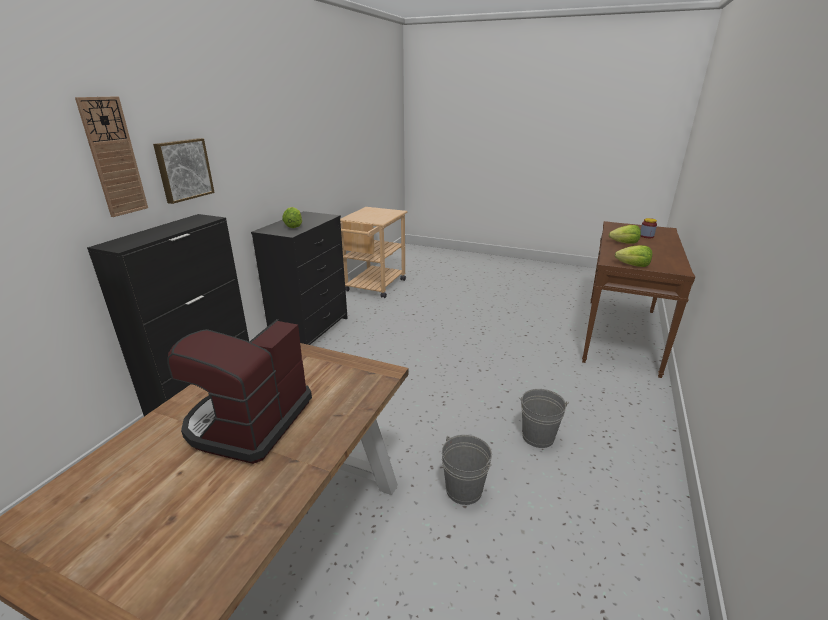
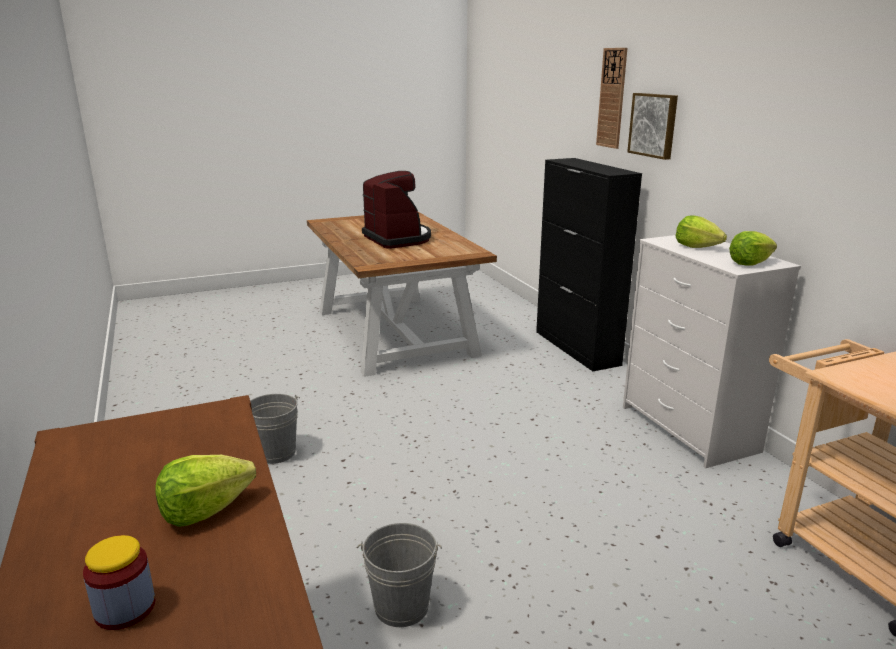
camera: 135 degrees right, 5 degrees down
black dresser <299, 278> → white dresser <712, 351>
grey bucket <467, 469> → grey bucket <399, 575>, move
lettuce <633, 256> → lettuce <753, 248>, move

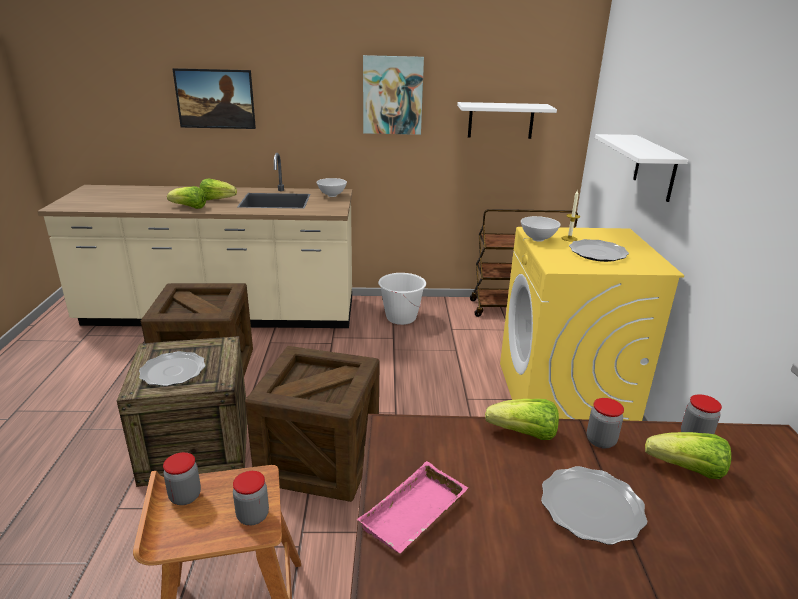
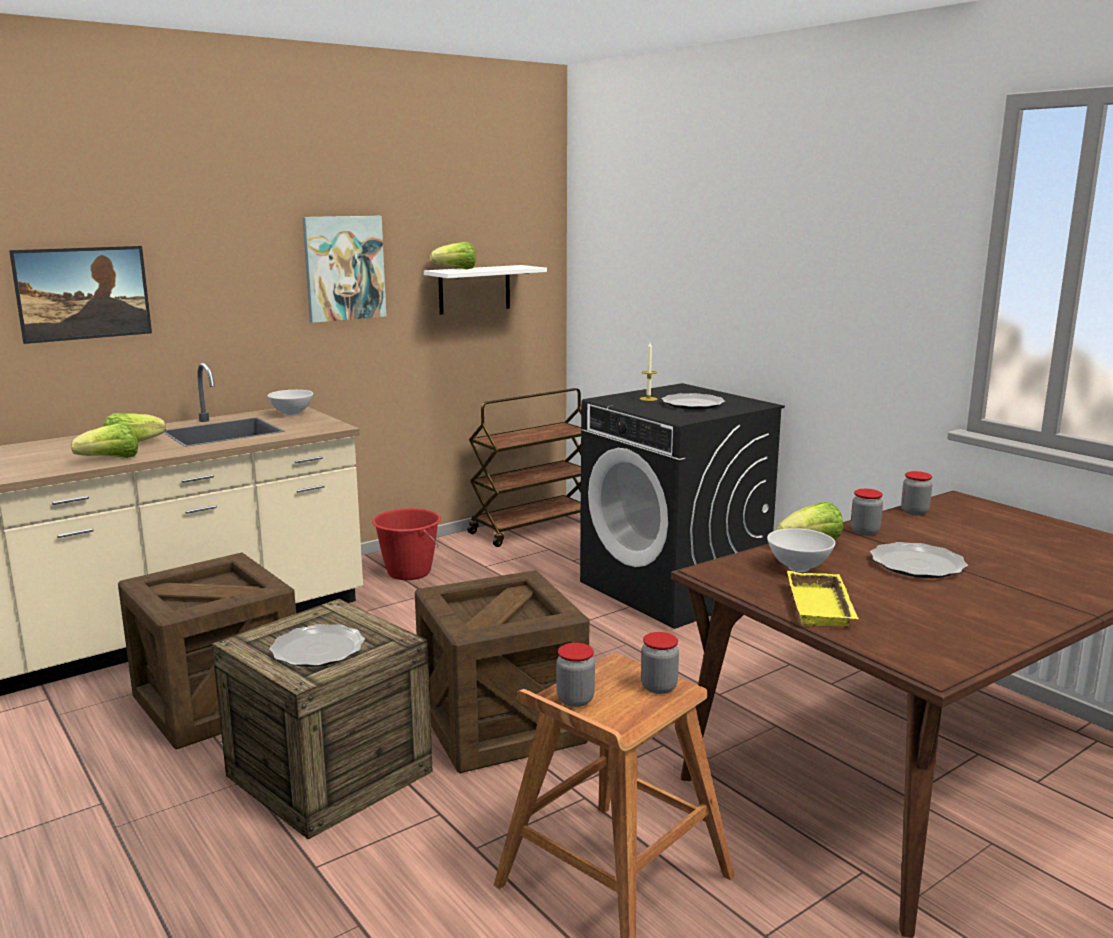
camera: 35 degrees left, 10 degrees down
pink tray <412, 507> → yellow tray <822, 598>
white bucket <402, 299> → red bucket <406, 544>
yellow washing machine <592, 324> → black washing machine <682, 506>
white bowl <540, 229> → white bowl <801, 550>, move
white shelf <641, 168> → -
lettuce <688, 455> → lettuce <453, 255>, move

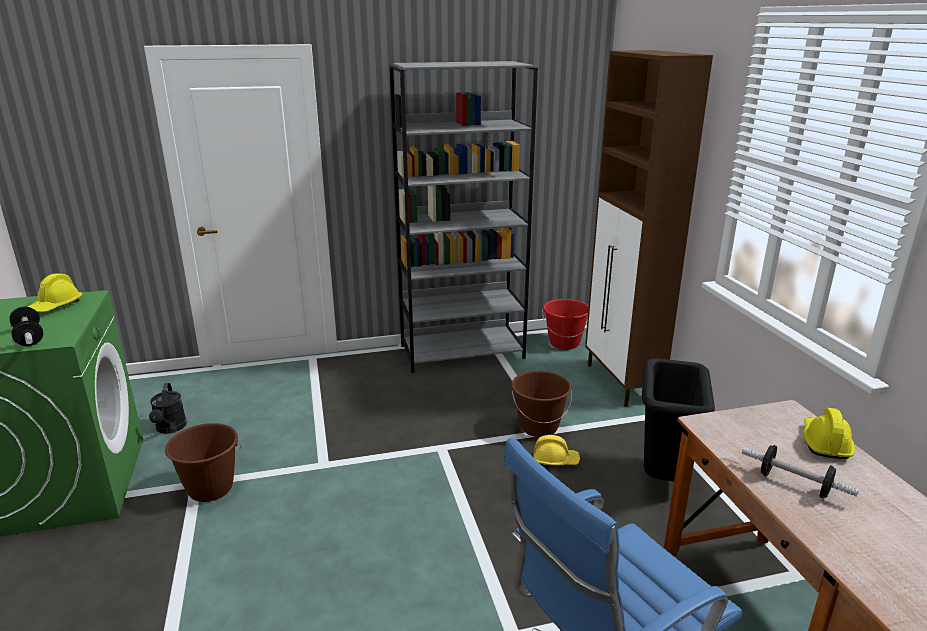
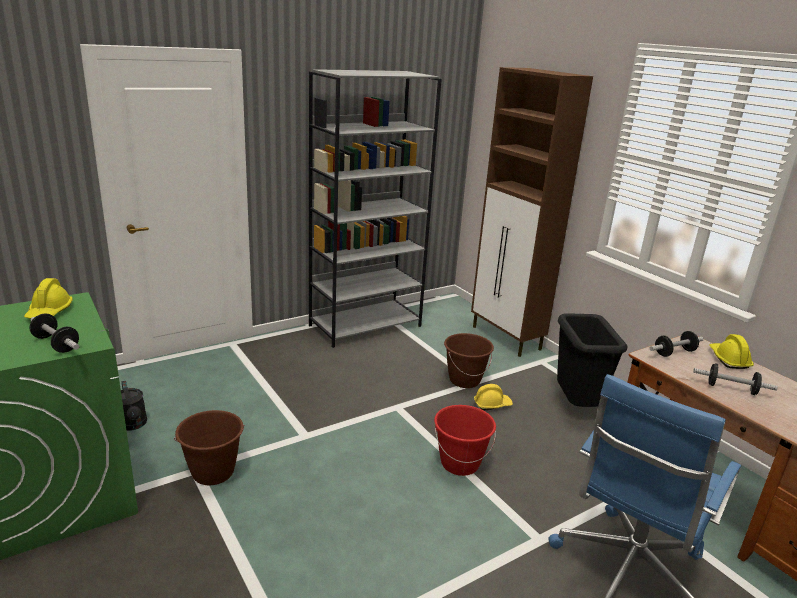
camera: 20 degrees left, 0 degrees up
red bucket <565, 324> → red bucket <465, 440>, move
- → dumbbell <676, 344>

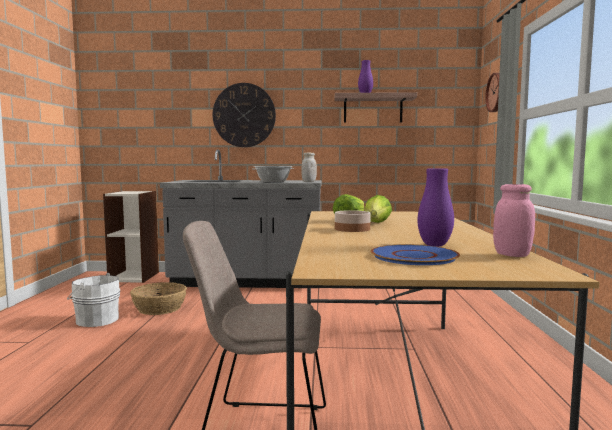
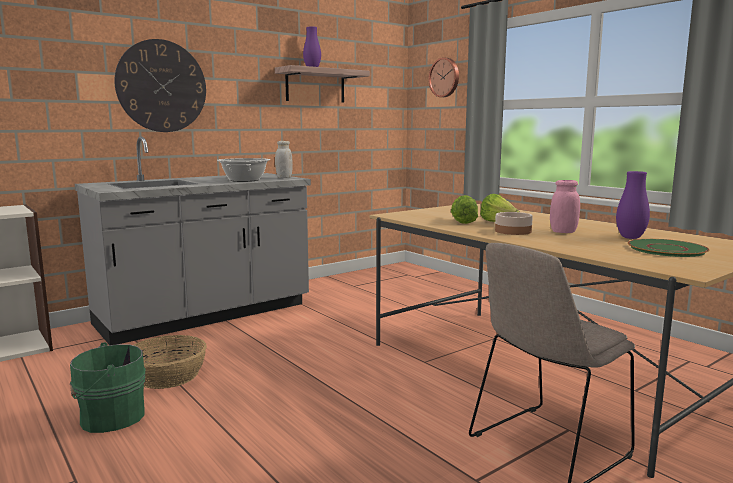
camera: 40 degrees left, 5 degrees up
white bucket <93, 300> → green bucket <107, 387>
blue plate <415, 254> → green plate <669, 248>
pink jar <514, 220> → pink jar <565, 206>, move

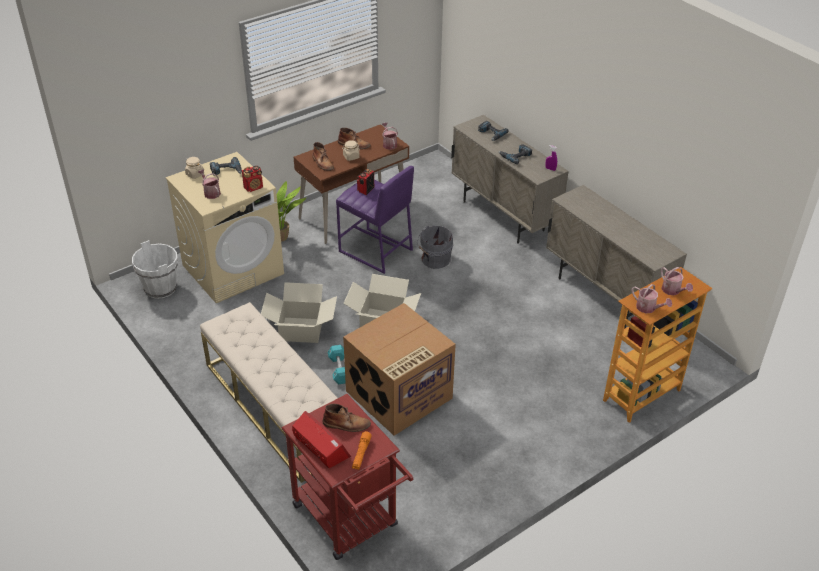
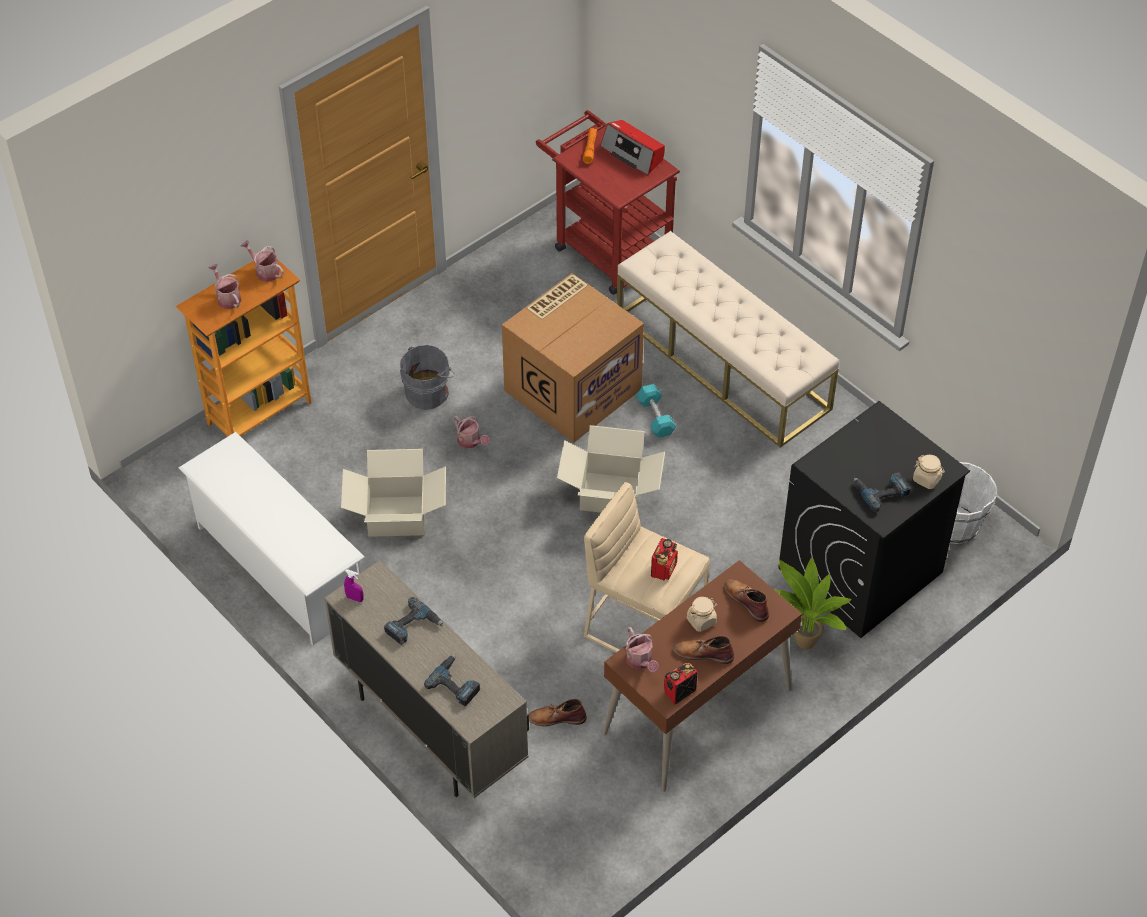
camera: 175 degrees right, 10 degrees up
beige washing machine <225, 227> → black washing machine <874, 519>
watering can <209, 184> → watering can <471, 432>, move
radio <252, 179> → radio <681, 683>, move
cardboard box <299, 312> → cardboard box <393, 493>, move
brown boot <347, 418> → brown boot <558, 712>, move
purple stool <375, 220> → beige stool <647, 567>
grey bucket <435, 247> → grey bucket <427, 377>, move
beige cabinet <616, 257> → white shoe rack <272, 538>

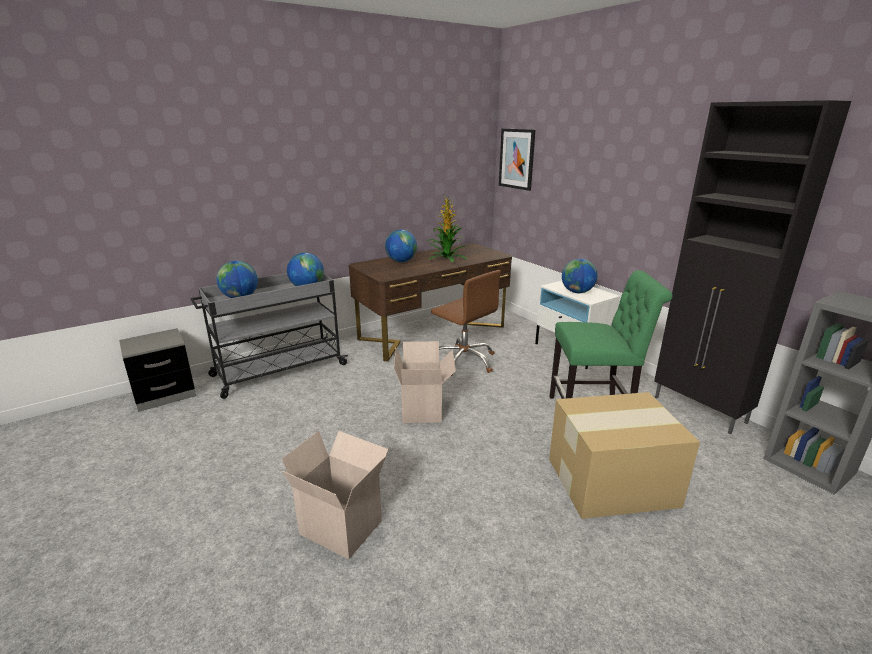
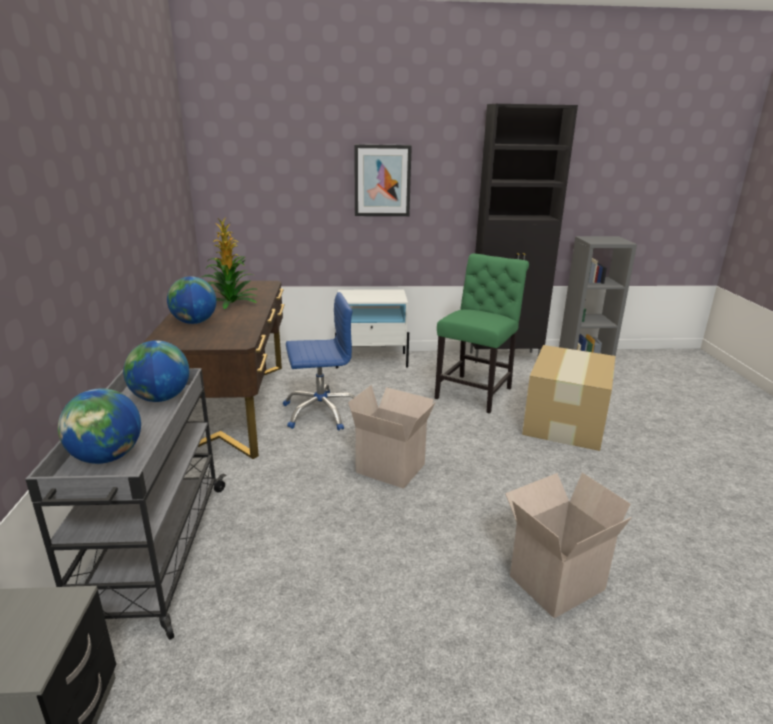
camera: 60 degrees left, 0 degrees up
brown office chair <466, 323> → blue office chair <319, 361>
picture <517, 160> → picture <383, 180>, move
globe <580, 276> → -

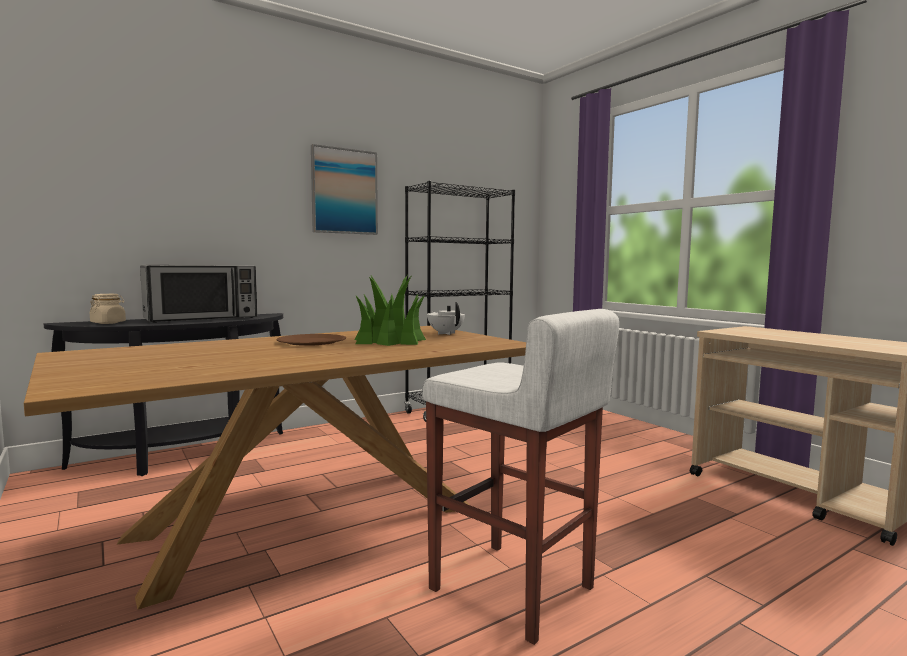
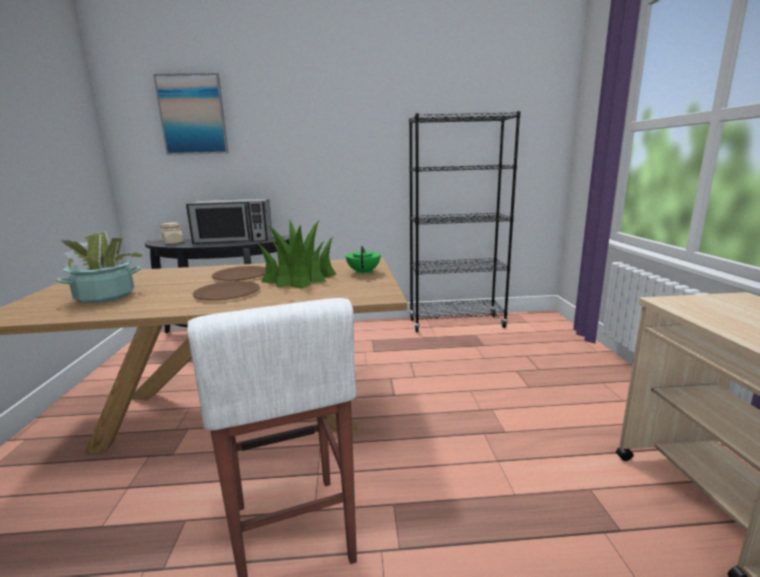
camera: 30 degrees right, 10 degrees up
picture <344, 189> → picture <191, 114>, move
white teapot <446, 318> → green teapot <363, 260>
- → potted plant <100, 268>
- → brown plate <226, 290>

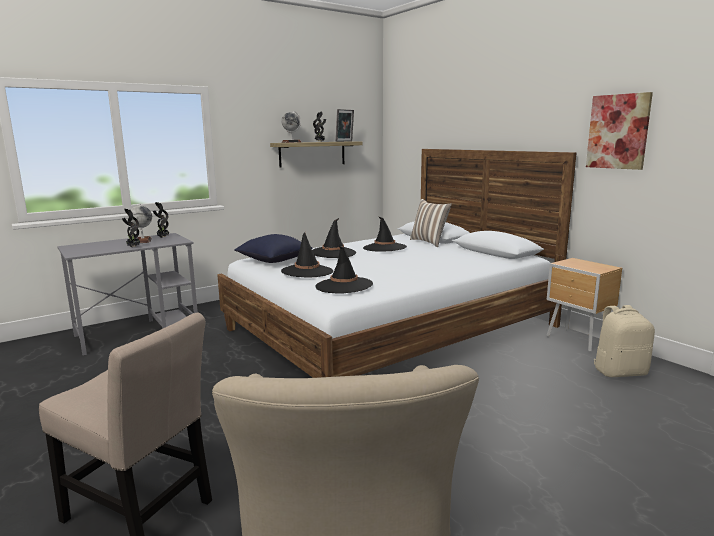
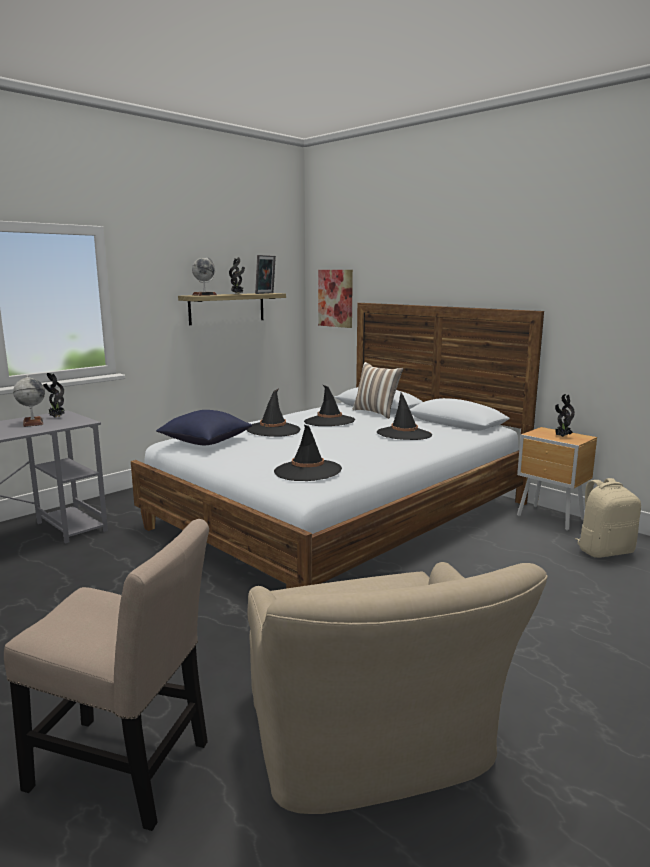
camera: 10 degrees left, 0 degrees up
potted plant <131, 228> → potted plant <565, 415>, move
black hat <307, 255> → black hat <404, 416>, move
picture <619, 131> → picture <335, 299>, move

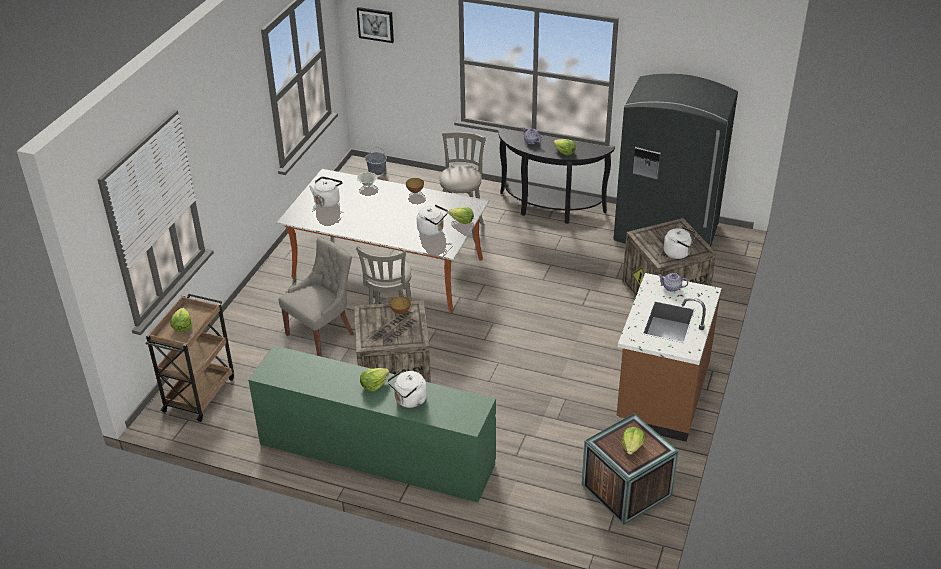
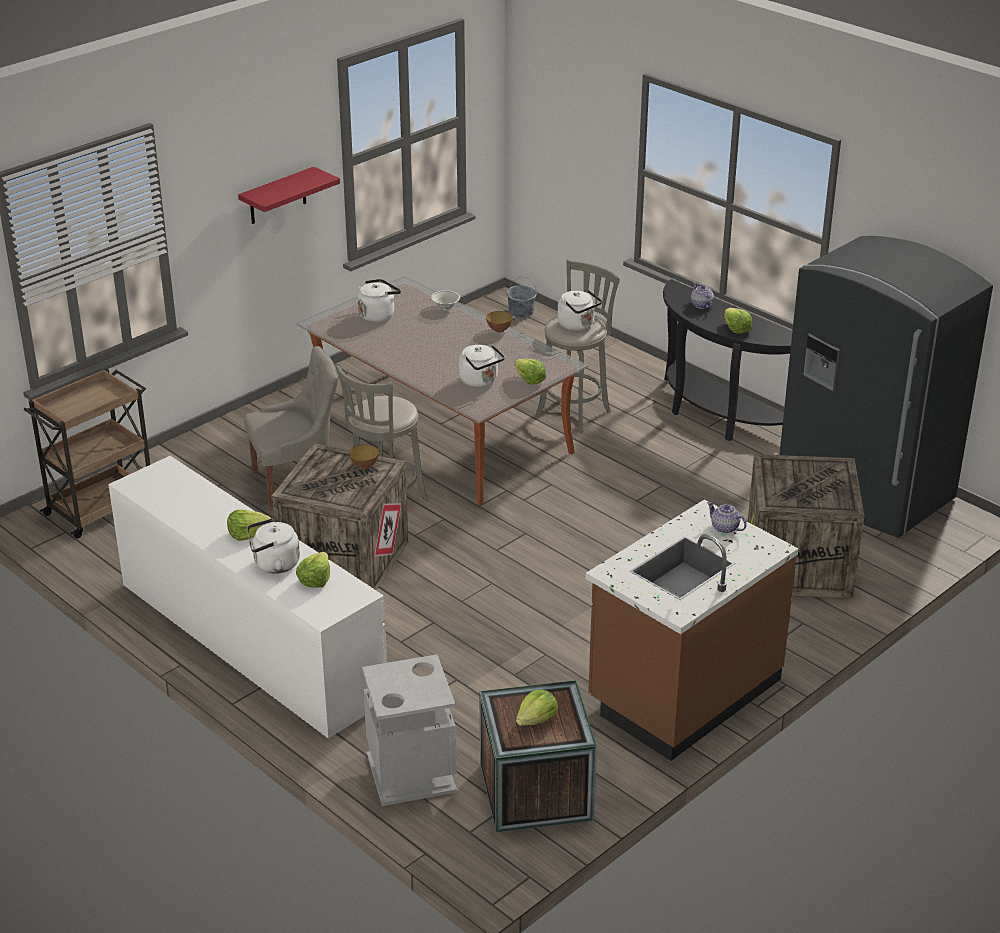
camera: 25 degrees right, 5 degrees down
lettuce <181, 320> → lettuce <313, 570>, move
green dresser <372, 424> → white dresser <247, 597>
picture <375, 25> → -
white kettle <680, 243> → white kettle <580, 310>, move
- → red shelf <289, 195>
- → grey trash can <409, 730>

